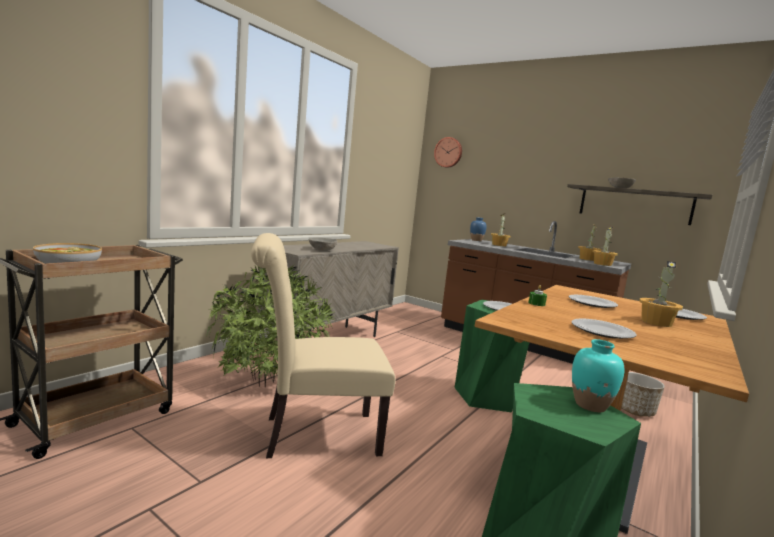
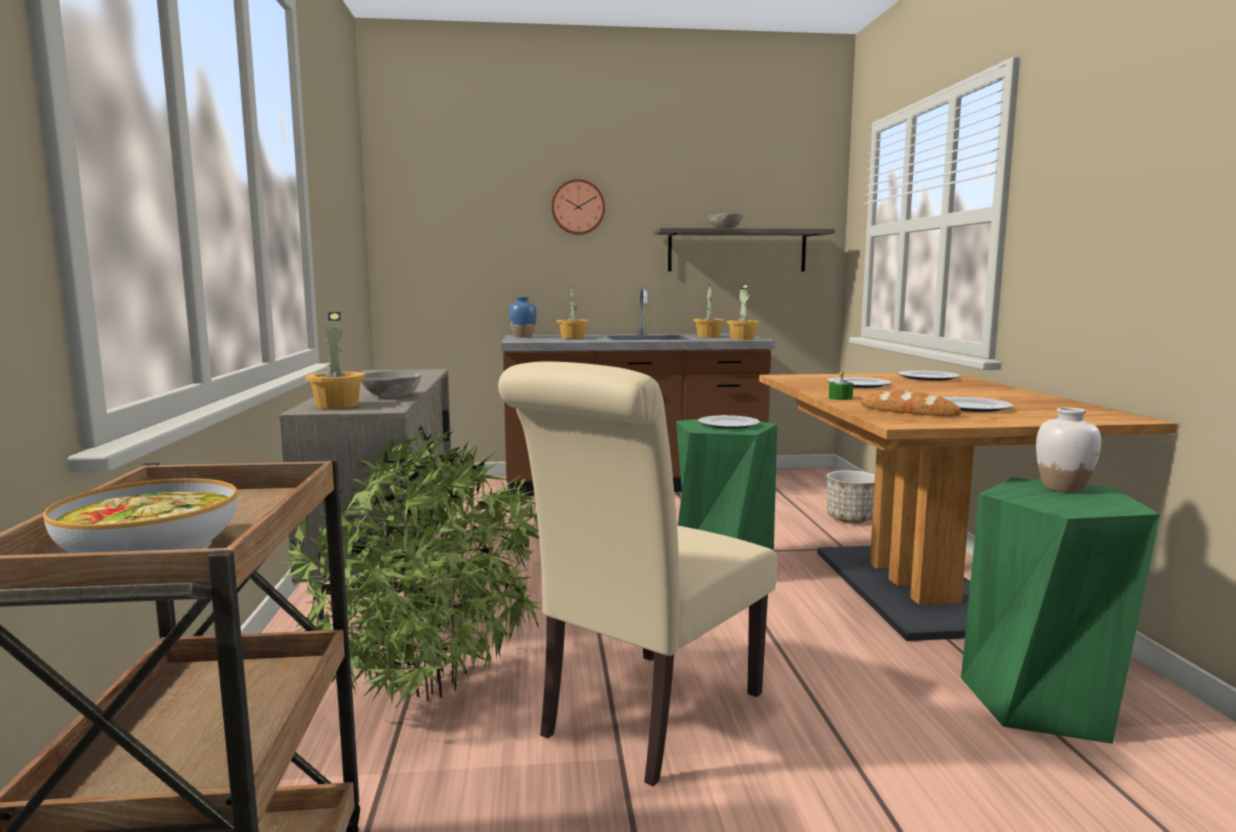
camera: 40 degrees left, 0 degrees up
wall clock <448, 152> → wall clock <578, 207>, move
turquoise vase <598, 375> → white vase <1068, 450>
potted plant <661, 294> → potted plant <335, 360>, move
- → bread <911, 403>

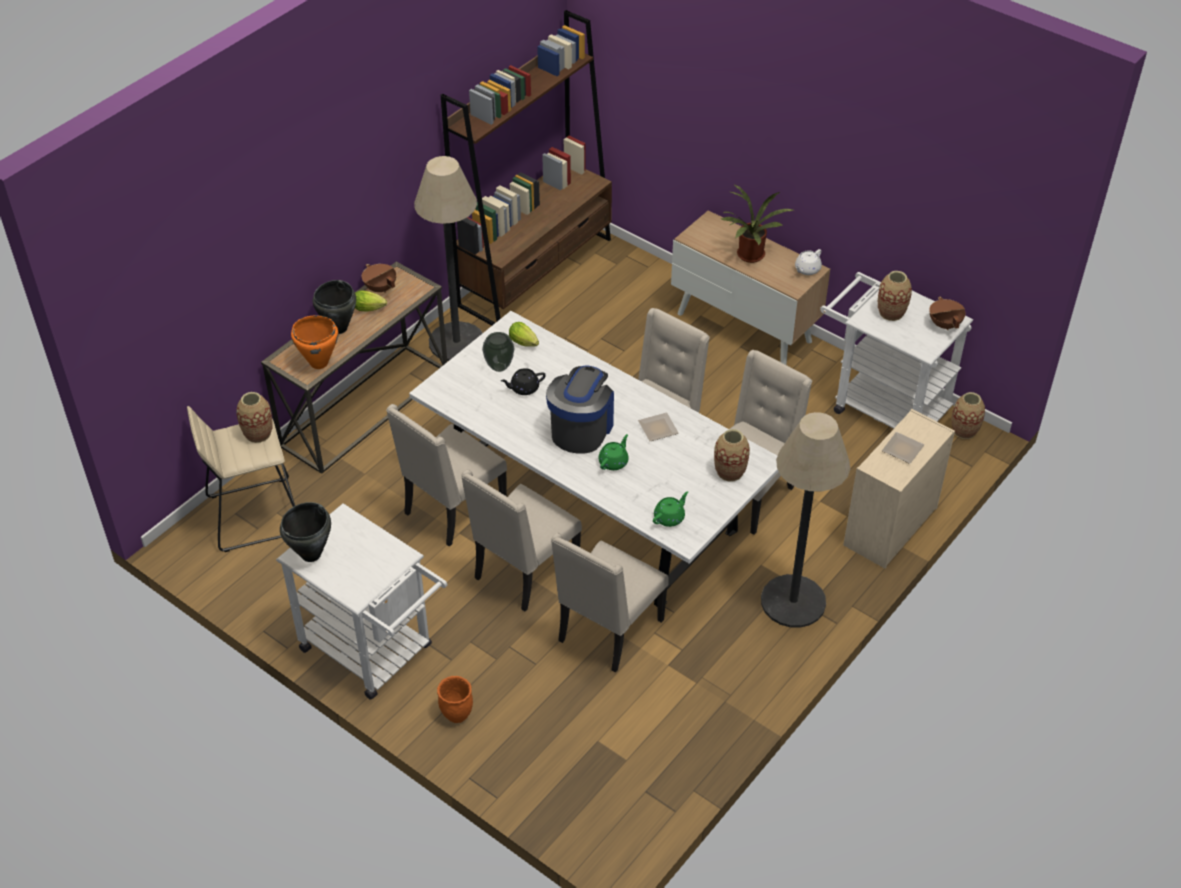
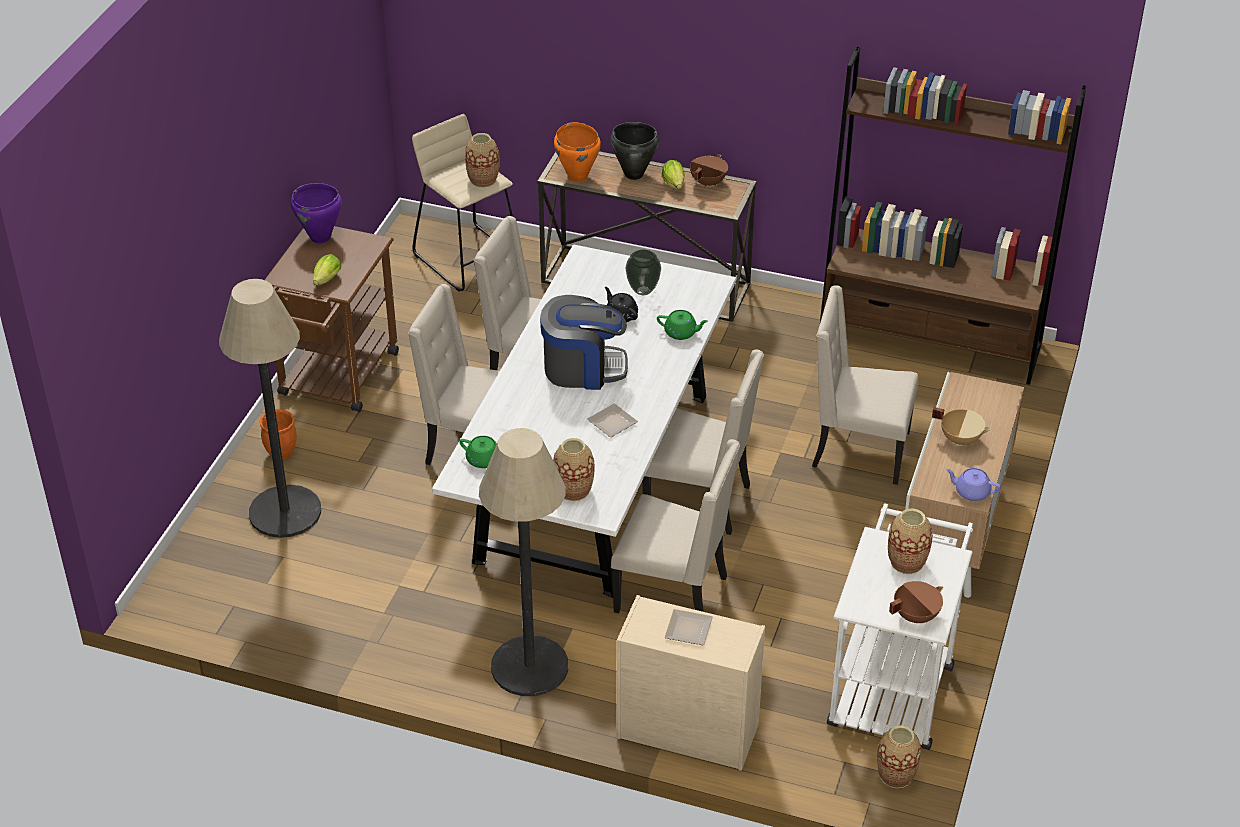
camera: 70 degrees right, 5 degrees down
white cart <362, 601> → brown cart <332, 319>
black cooking pot <305, 532> → purple cooking pot <316, 213>
floor lamp <448, 258> → floor lamp <270, 408>, move
lettuce <524, 334> → lettuce <327, 269>, move
beige chair <610, 603> → beige chair <865, 385>, move
green teapot <613, 452> → green teapot <682, 325>, move
potted plant <757, 223> → beige cooking pot <961, 426>
white teapot <808, 262> → purple teapot <973, 484>

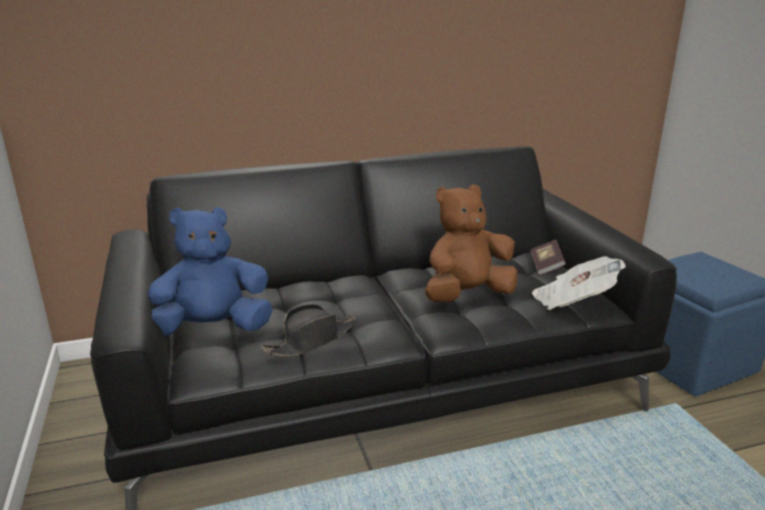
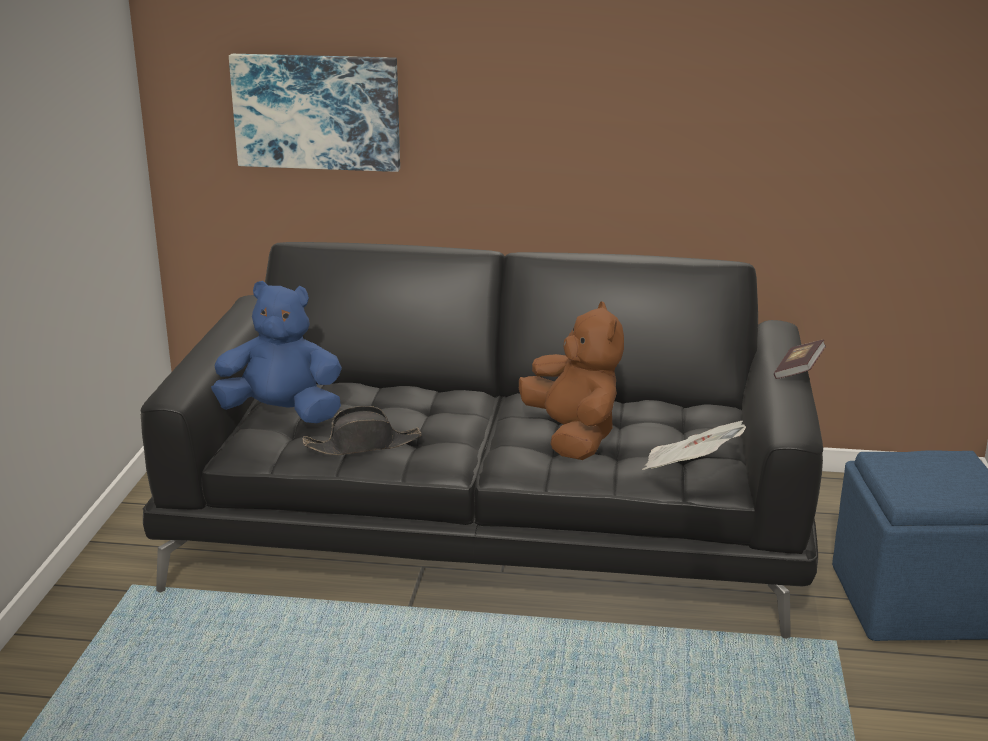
camera: 25 degrees right, 0 degrees up
brown plush toy <471, 243> → brown plush toy <571, 380>, 75 degrees clockwise
book <548, 257> → book <800, 359>, move
- → picture <314, 113>

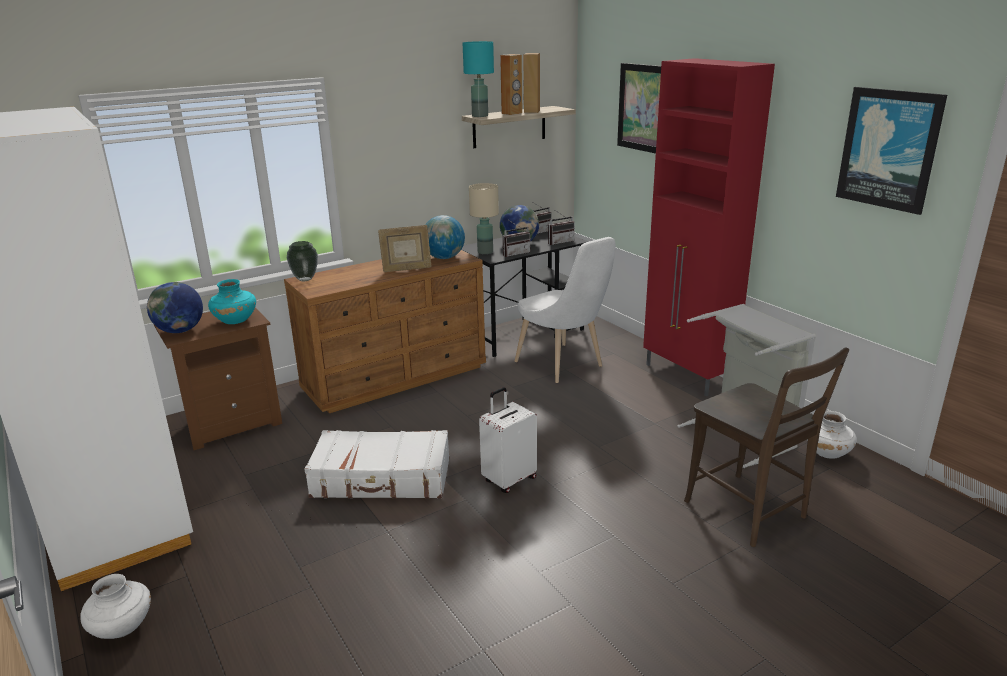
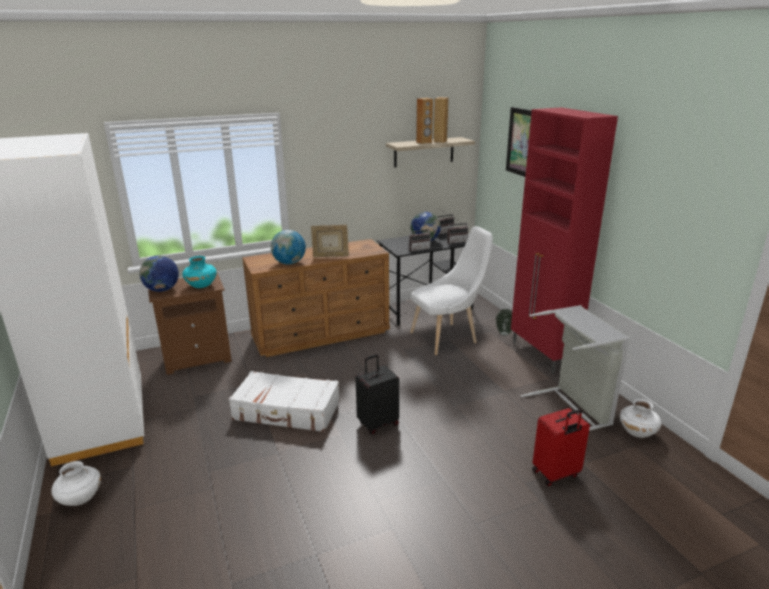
camera: 10 degrees right, 0 degrees up
vase <302, 261> → vase <503, 322>, move
globe <445, 237> → globe <288, 247>, move
turquoise table lamp <478, 79> → -
beige table lamp <484, 218> → -
white suitcase <508, 440> → black suitcase <377, 394>
white chair <565, 310> → white chair <451, 290>, 90 degrees counterclockwise
brown chair <766, 447> → red suitcase <561, 447>
picture <891, 151> → -

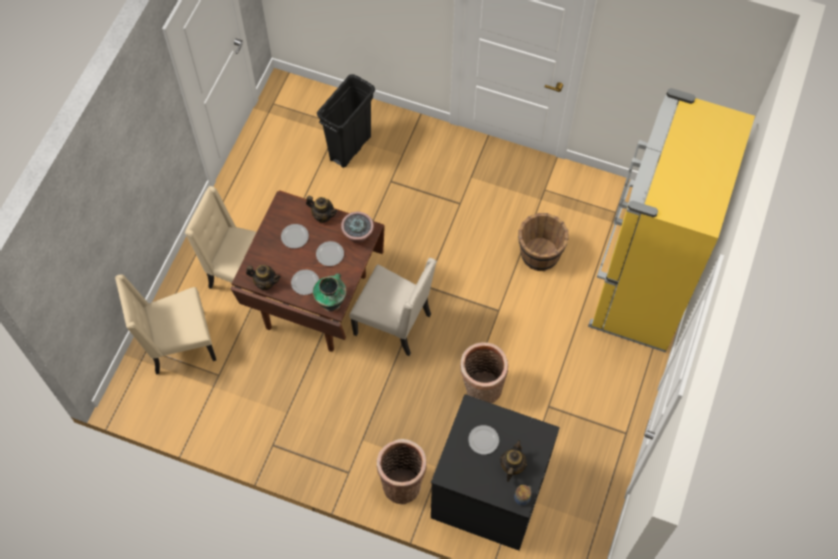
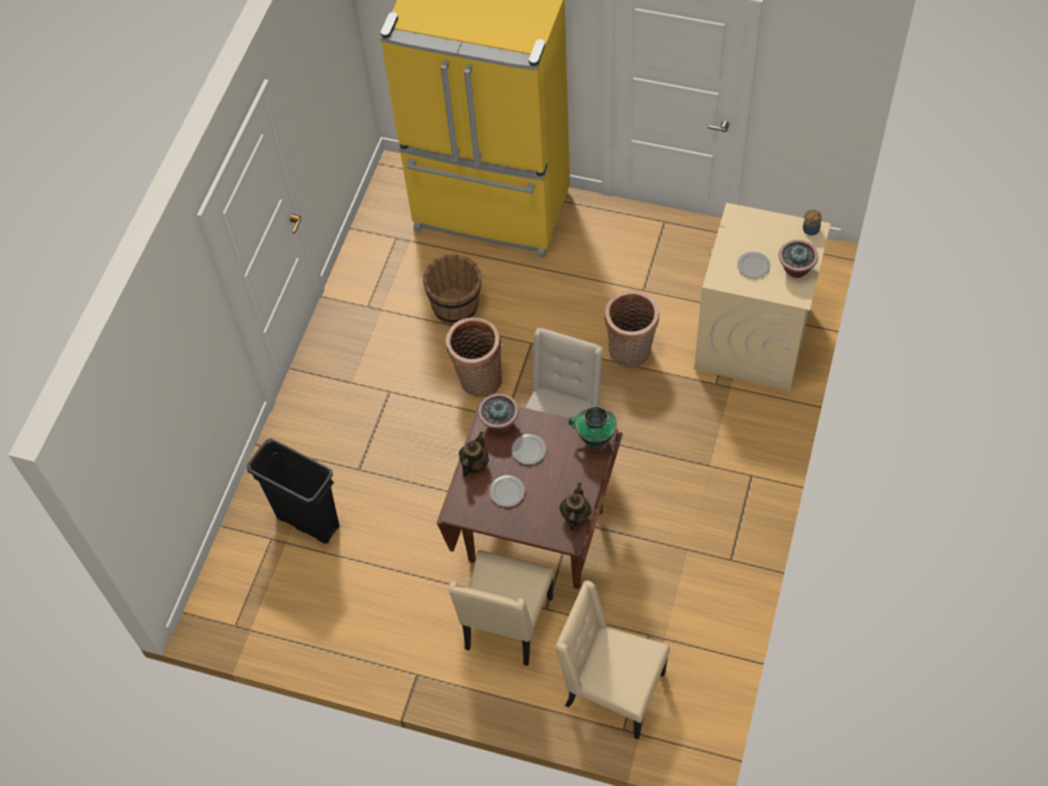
camera: 90 degrees left, 5 degrees down
beige chair <165, 324> → beige chair <612, 660>, 135 degrees clockwise
plate <305, 282> → -
basket <402, 471> → basket <474, 357>, move
black washing machine <495, 472> → beige washing machine <762, 297>
teapot <513, 461> → -
- → potted plant <798, 259>

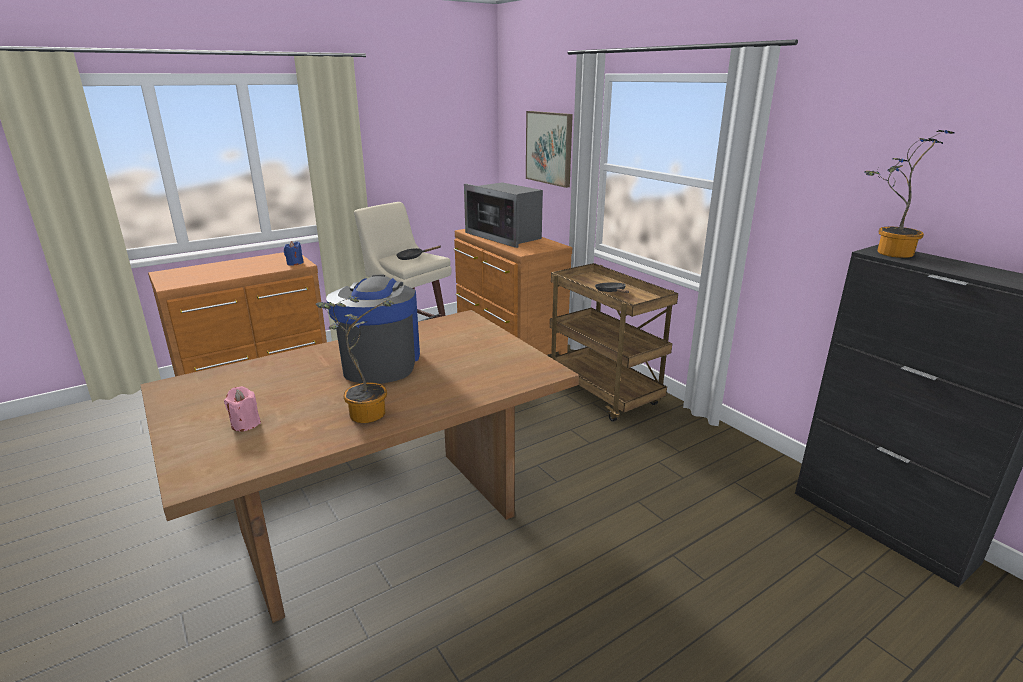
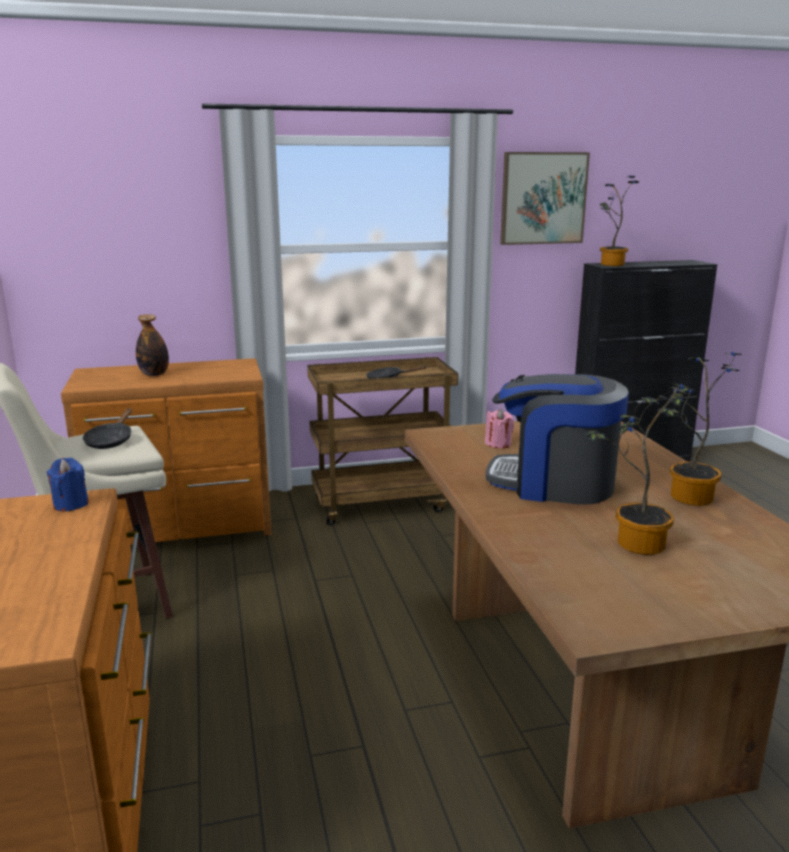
camera: 70 degrees left, 5 degrees down
pink candle <242, 408> → pink candle <499, 428>, move
microwave <503, 215> → bottle <152, 345>
picture <549, 149> → picture <545, 198>, move
- → potted plant <638, 469>

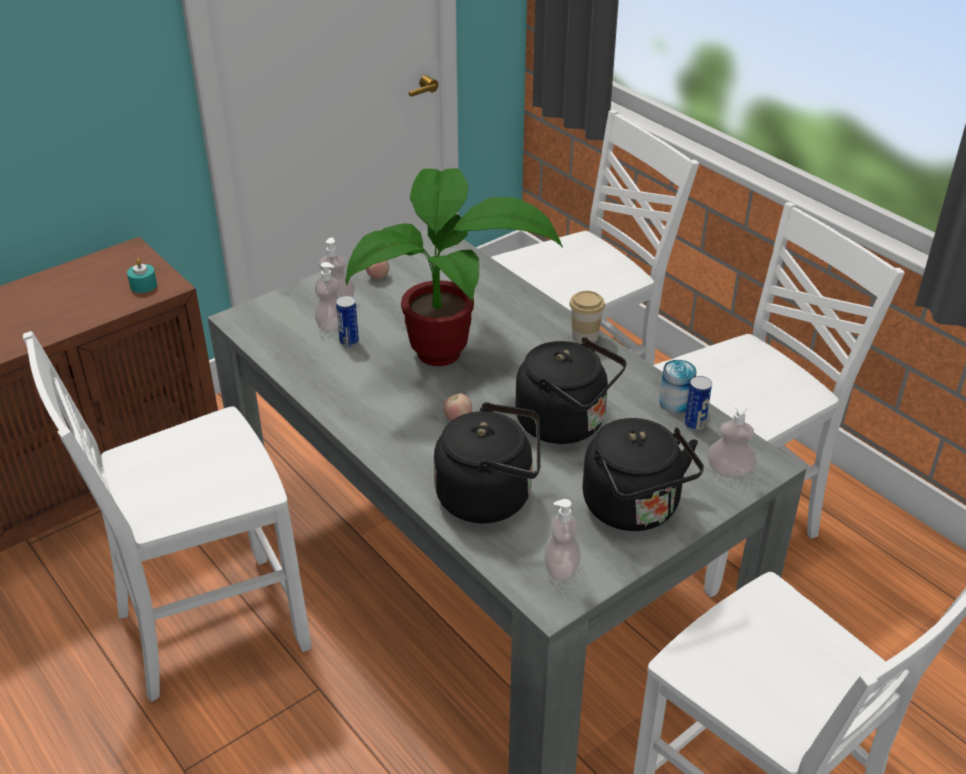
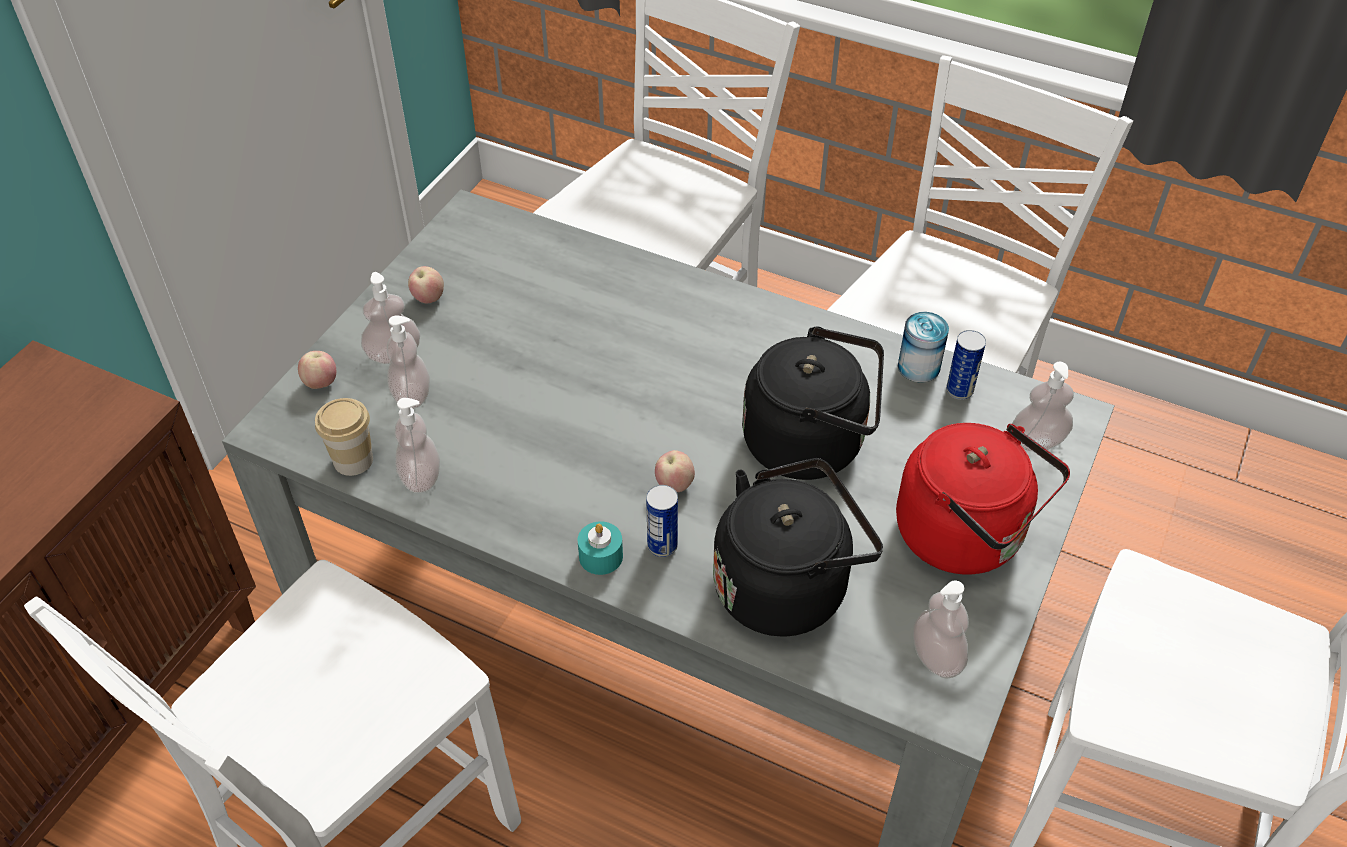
camera: 25 degrees left, 10 degrees up
turquoise candle <142, 276> → turquoise candle <600, 548>, move
can <347, 321> → can <662, 521>, move
potted plant <454, 267> → -
cup <587, 317> → cup <344, 437>, move
black kettle <643, 474> → red kettle <983, 498>
- → apple <317, 370>
- → soap dispenser <417, 445>

